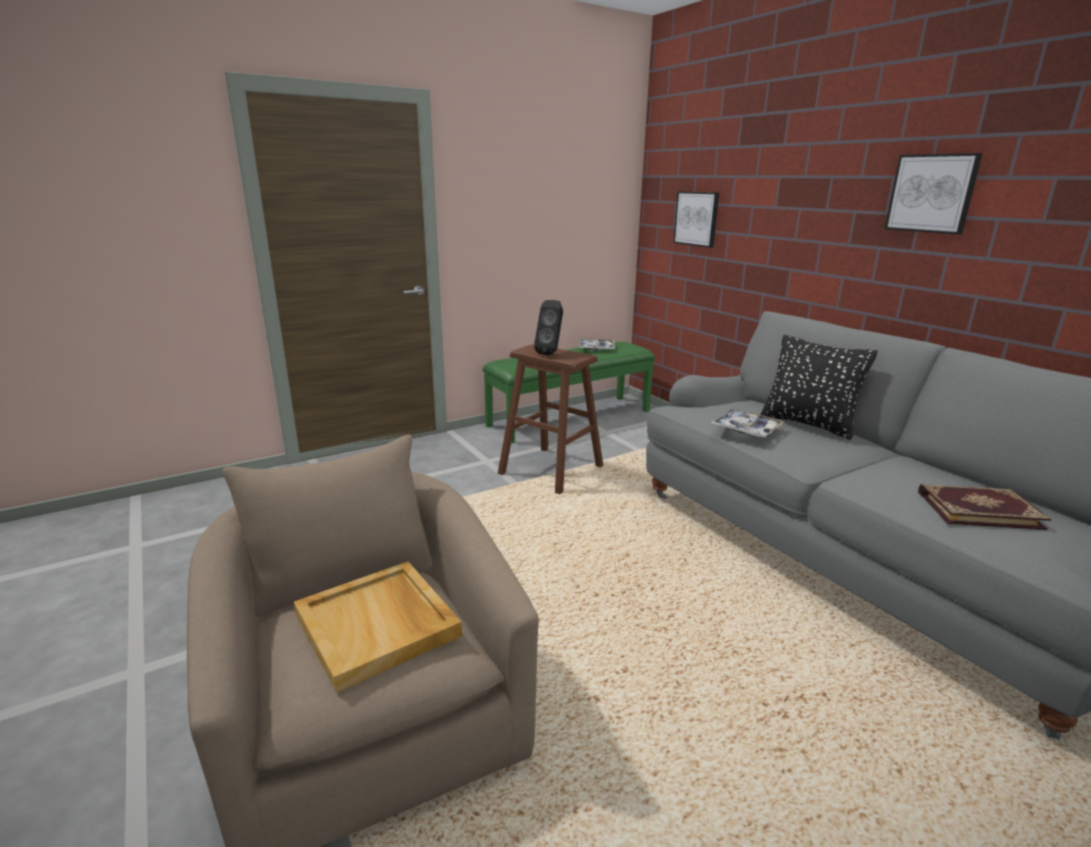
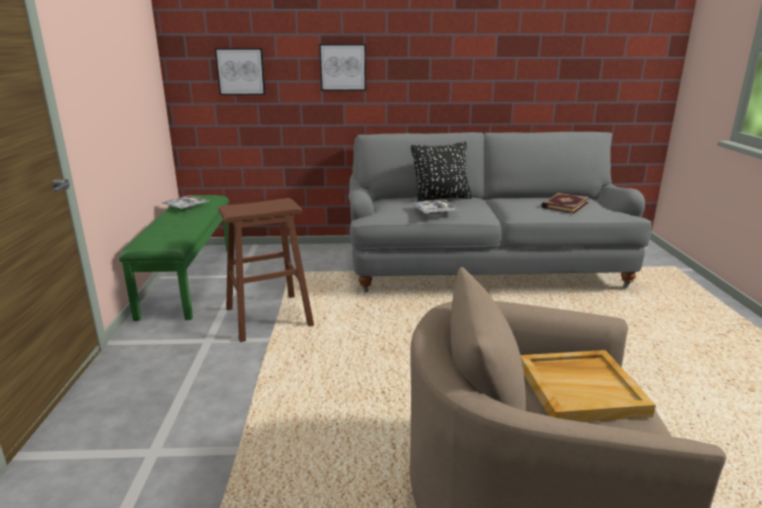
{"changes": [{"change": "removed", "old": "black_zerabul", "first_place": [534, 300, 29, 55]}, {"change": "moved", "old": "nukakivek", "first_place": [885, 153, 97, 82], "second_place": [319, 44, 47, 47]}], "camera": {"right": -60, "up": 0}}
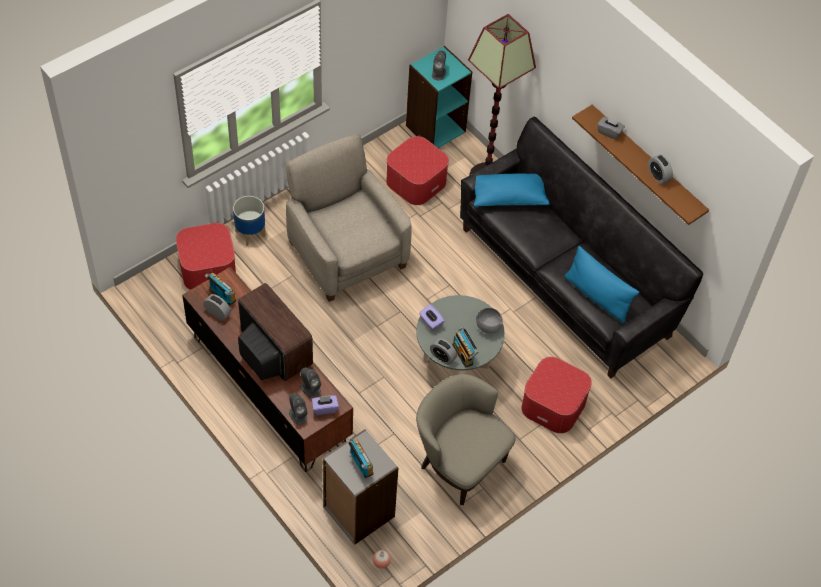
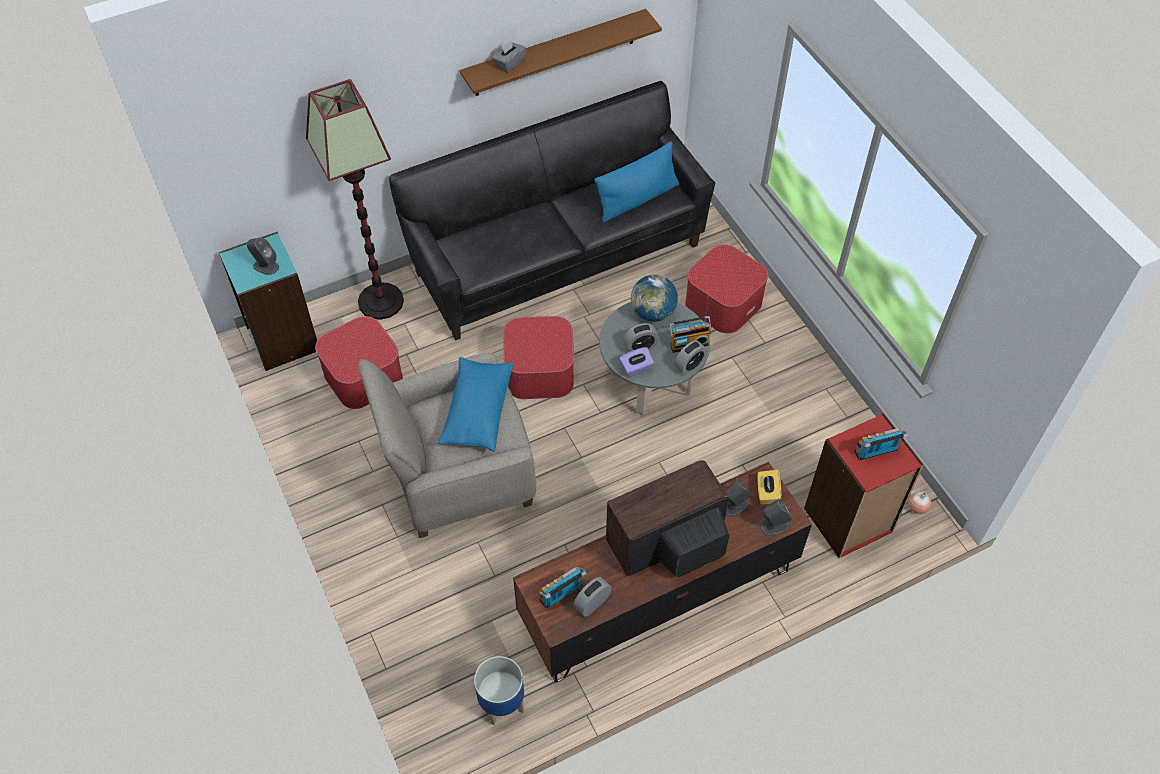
{"changes": [{"change": "removed", "old": "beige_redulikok", "first_place": [416, 374, 100, 131]}, {"change": "moved", "old": "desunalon", "first_place": [176, 223, 60, 67], "second_place": [503, 316, 71, 83]}, {"change": "moved", "old": "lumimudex", "first_place": [233, 196, 33, 50], "second_place": [474, 656, 50, 69]}, {"change": "moved", "old": "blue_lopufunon", "first_place": [471, 174, 78, 33], "second_place": [438, 357, 75, 95]}, {"change": "moved", "old": "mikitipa", "first_place": [648, 155, 25, 29], "second_place": [623, 323, 36, 29]}, {"change": "replaced", "old": "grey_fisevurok", "new": "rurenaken", "first_place": [476, 308, 27, 26], "second_place": [631, 275, 47, 47]}, {"change": "recoloured", "old": "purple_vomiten", "new": "yellow_vomiten", "first_place": [312, 395, 27, 20], "second_place": [757, 470, 24, 34]}, {"change": "recoloured", "old": "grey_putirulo", "new": "red_putirulo", "first_place": [322, 429, 77, 116], "second_place": [804, 413, 119, 145]}], "camera": {"right": -75, "up": 0}}
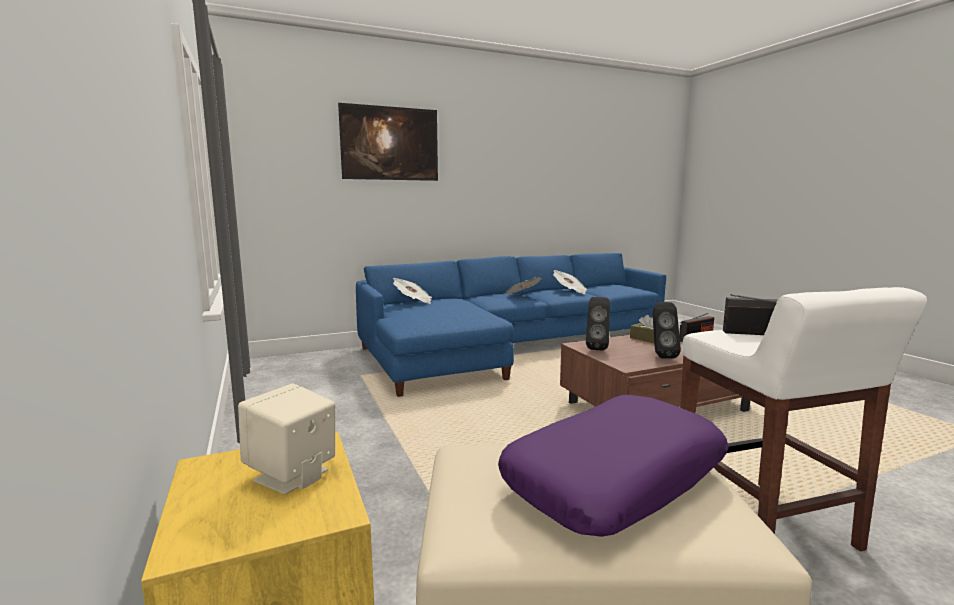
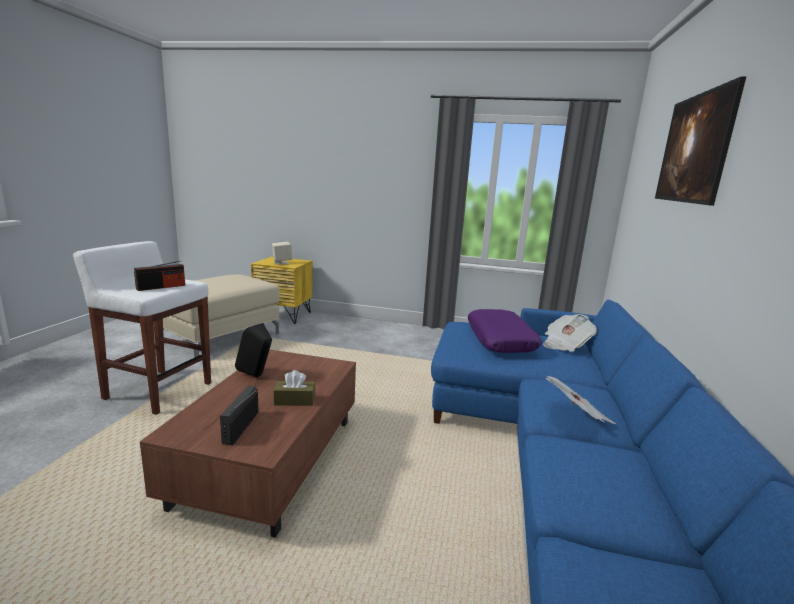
{"changes": [{"change": "removed", "old": "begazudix", "first_place": [553, 270, 34, 24]}, {"change": "removed", "old": "black_zerabul", "first_place": [586, 297, 24, 53]}, {"change": "moved", "old": "purple_lopufunon", "first_place": [498, 395, 230, 142], "second_place": [468, 309, 74, 44]}], "camera": {"right": 125, "up": 5}}
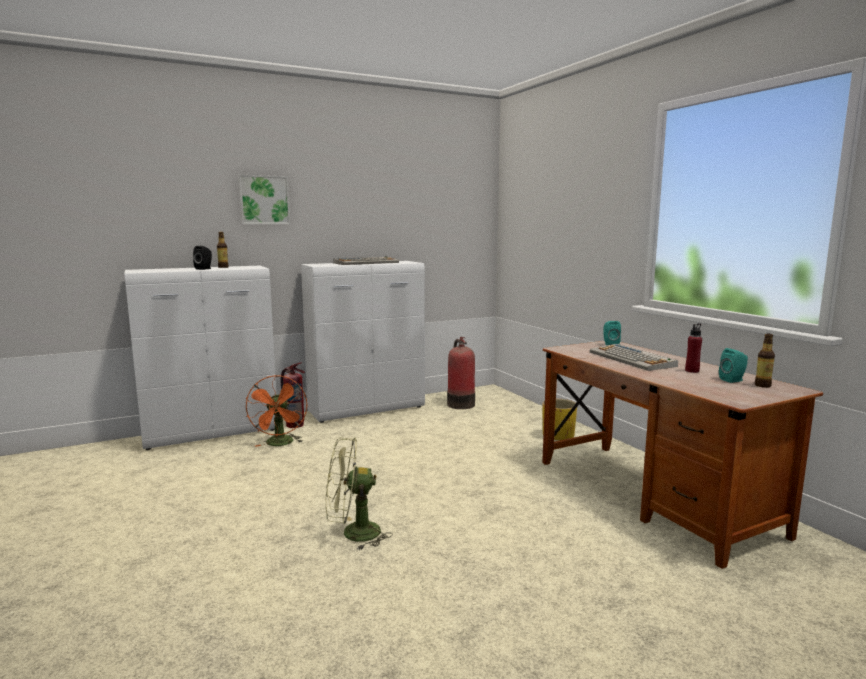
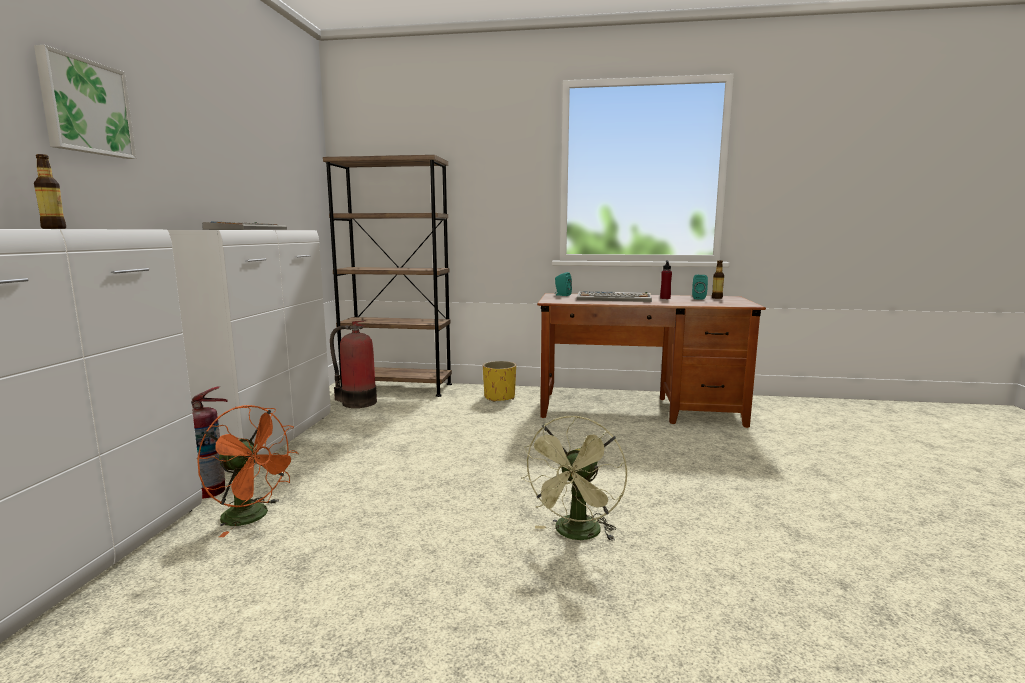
{"changes": [{"change": "removed", "old": "black_zerabul", "first_place": [193, 246, 19, 24]}, {"change": "added", "new": "brown_putirulo", "second_place": [323, 155, 129, 242]}], "camera": {"right": -55, "up": 0}}
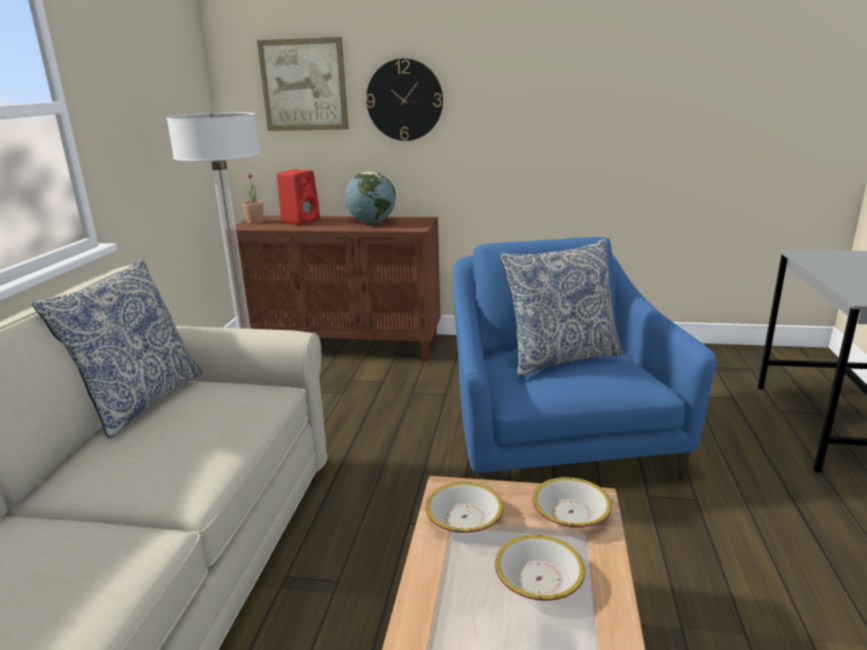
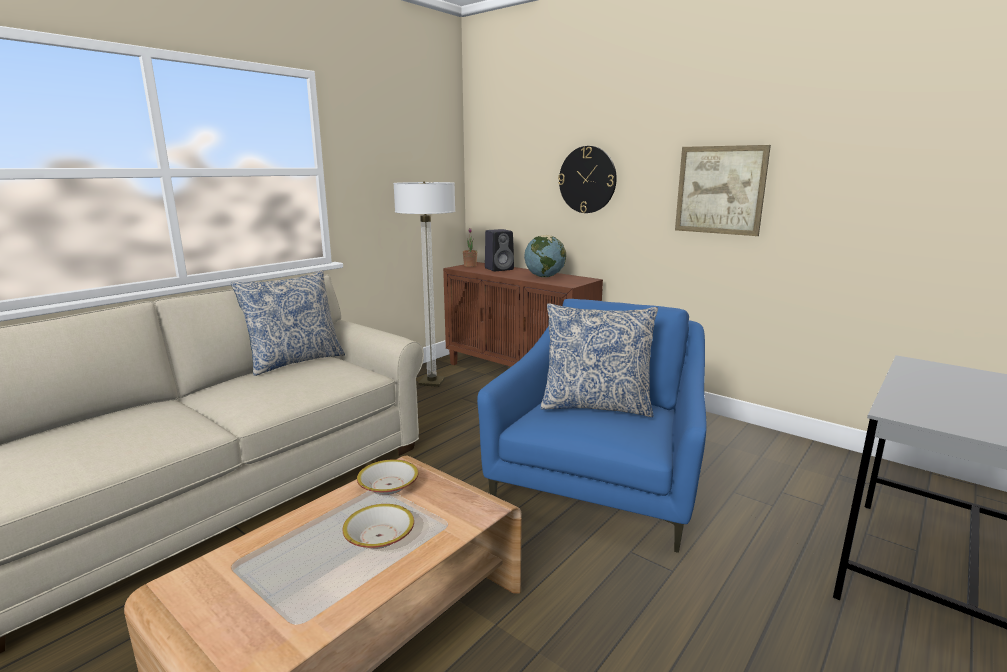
{"changes": [{"change": "removed", "old": "fisevurok", "first_place": [533, 477, 79, 51]}, {"change": "moved", "old": "nukakivek", "first_place": [257, 37, 92, 94], "second_place": [675, 145, 96, 91]}, {"change": "recoloured", "old": "red_zerabul", "new": "black_zerabul", "first_place": [277, 169, 43, 56], "second_place": [485, 229, 29, 42]}], "camera": {"right": 30, "up": -5}}
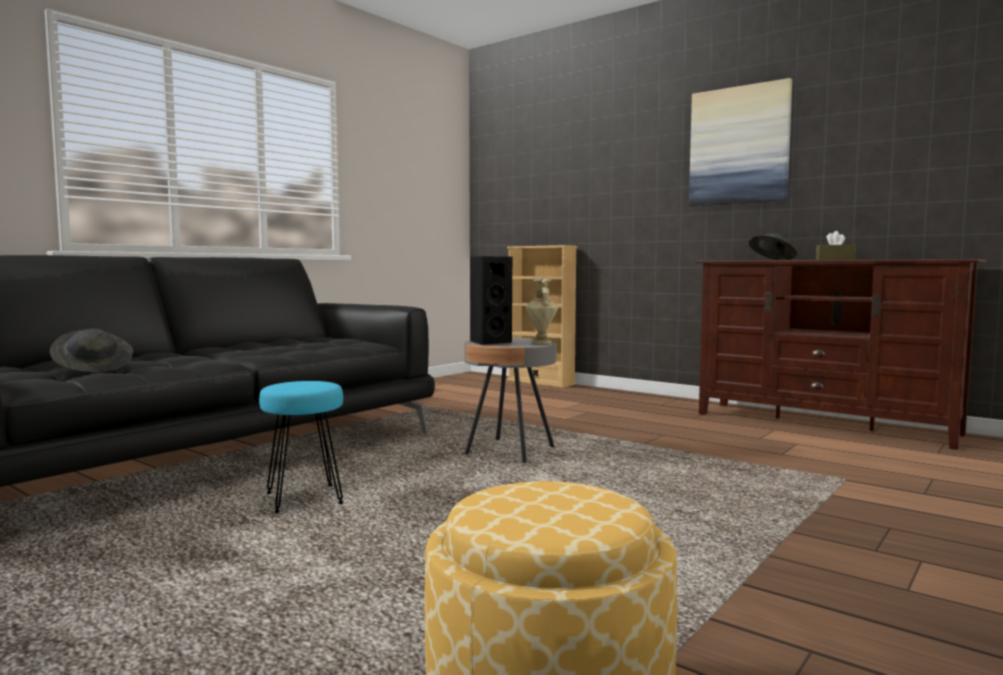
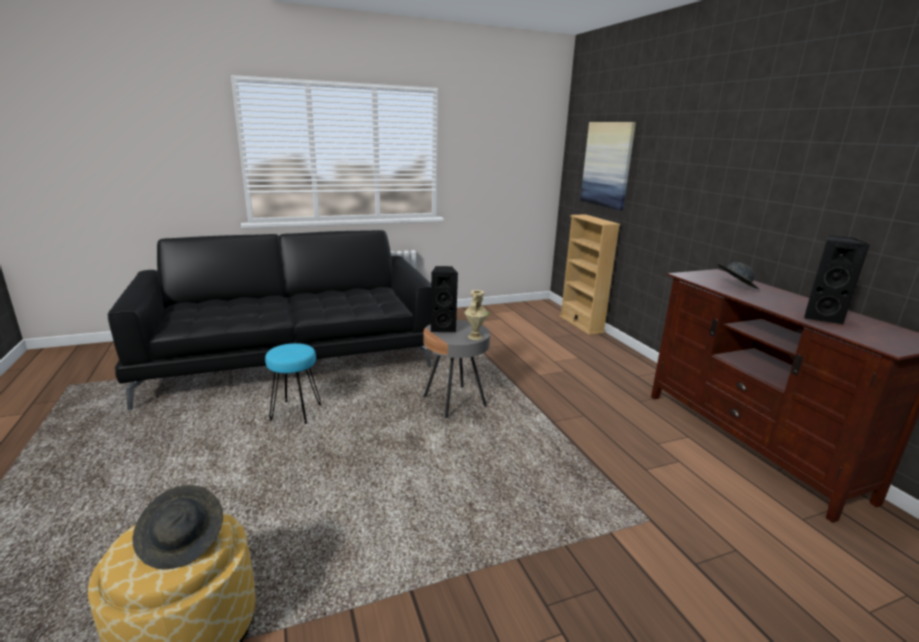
{"changes": [{"change": "removed", "old": "brown_vomiten", "first_place": [816, 231, 40, 29]}, {"change": "added", "new": "black_zerabul", "second_place": [804, 236, 66, 89]}, {"change": "moved", "old": "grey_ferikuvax", "first_place": [50, 328, 83, 44], "second_place": [133, 485, 90, 84]}, {"change": "moved", "old": "nukakivek", "first_place": [689, 78, 103, 129], "second_place": [580, 122, 56, 88]}], "camera": {"right": 30, "up": 15}}
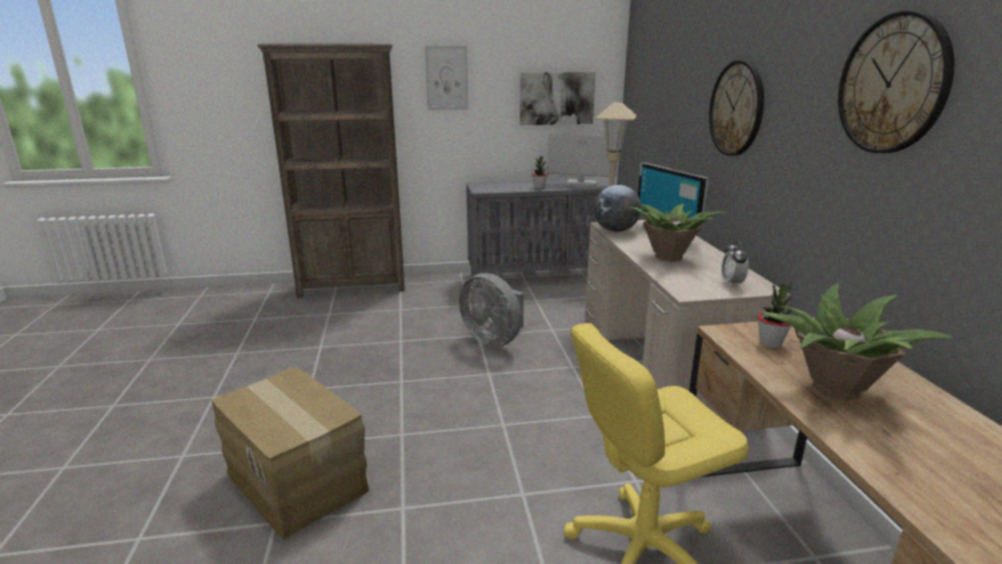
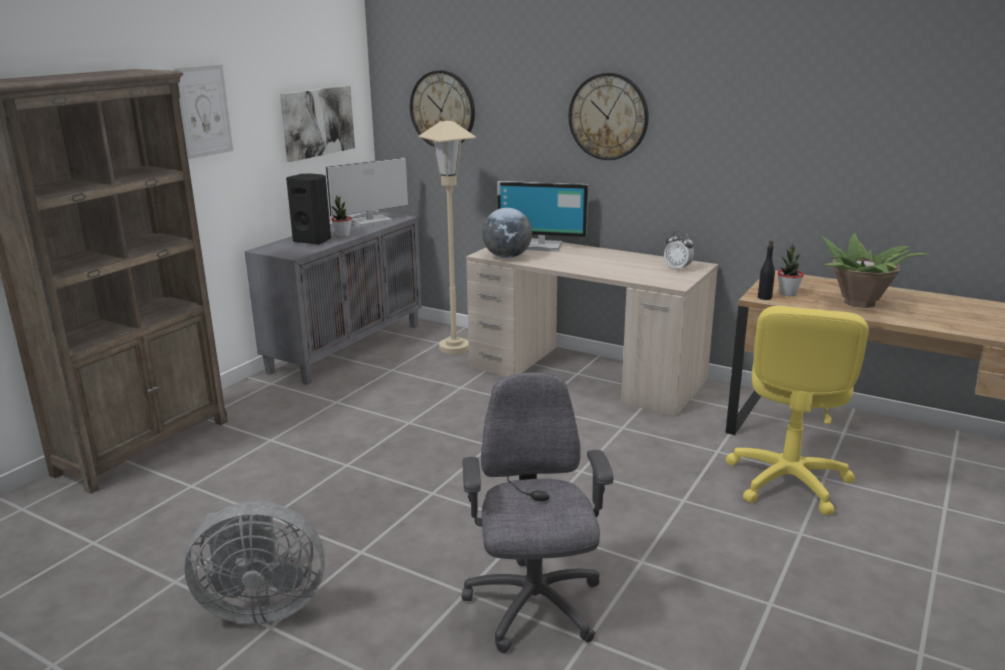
{"changes": [{"change": "removed", "old": "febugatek", "first_place": [625, 204, 102, 58]}, {"change": "added", "new": "black_zerabul", "second_place": [286, 174, 45, 71]}, {"change": "added", "new": "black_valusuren", "second_place": [758, 240, 17, 60]}, {"change": "moved", "old": "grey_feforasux", "first_place": [459, 273, 65, 74], "second_place": [184, 502, 141, 123]}, {"change": "moved", "old": "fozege", "first_place": [838, 11, 117, 142], "second_place": [410, 70, 65, 77]}, {"change": "replaced", "old": "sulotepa", "new": "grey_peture", "first_place": [211, 367, 158, 173], "second_place": [461, 372, 153, 281]}], "camera": {"right": -50, "up": 0}}
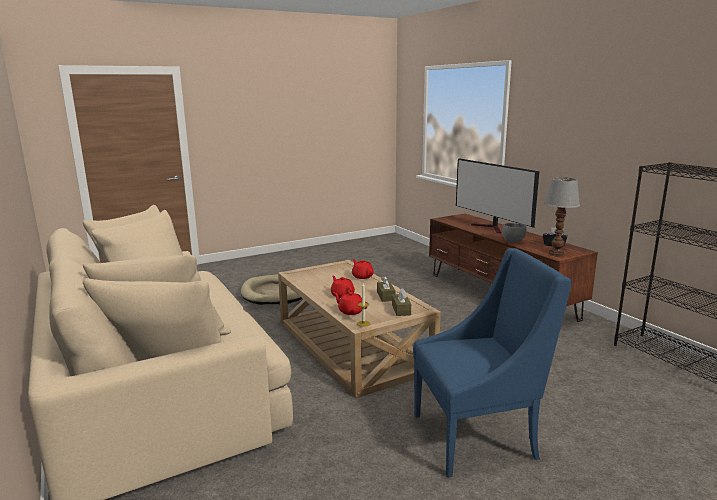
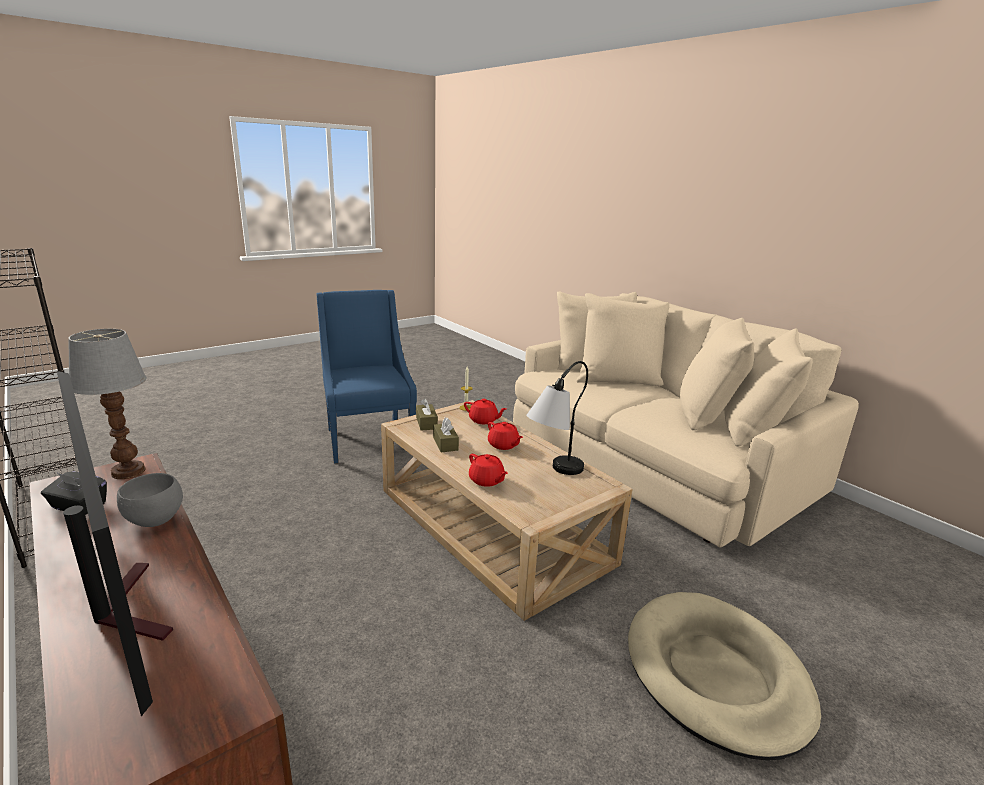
{"changes": [{"change": "added", "new": "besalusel", "second_place": [526, 361, 62, 114]}, {"change": "turned", "old": "blue_redulikok", "first_place": [413, 248, 159, 230], "second_place": [316, 290, 101, 173], "degrees": 90}], "camera": {"right": 170, "up": 5}}
